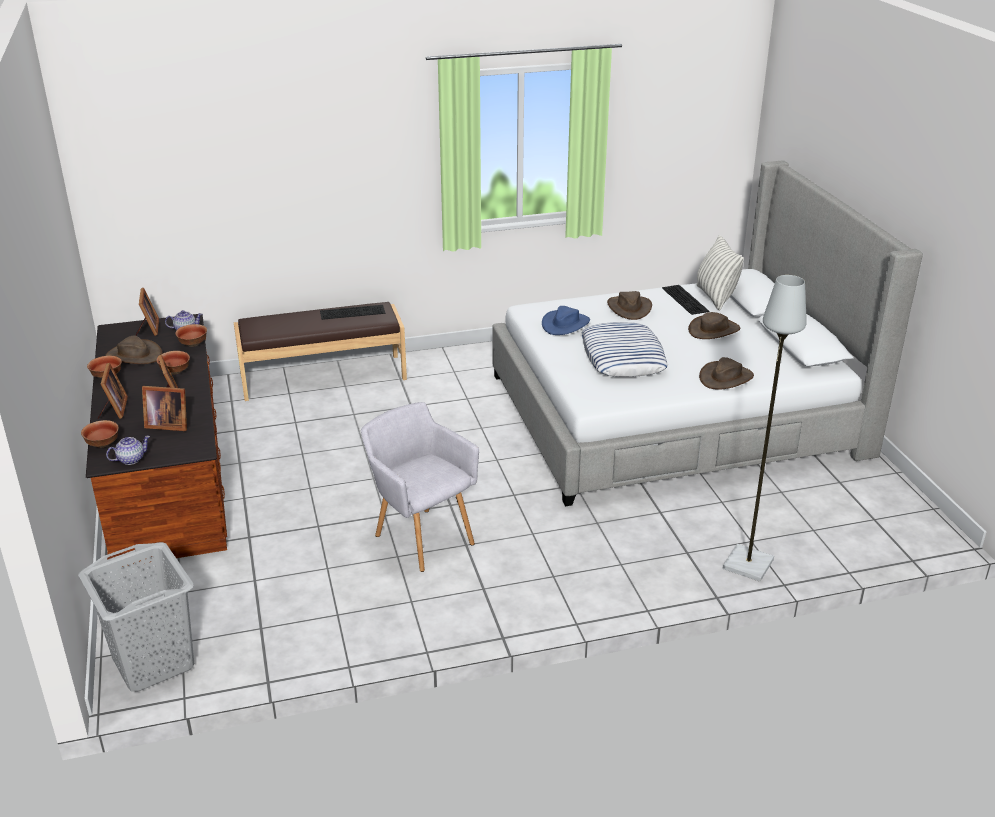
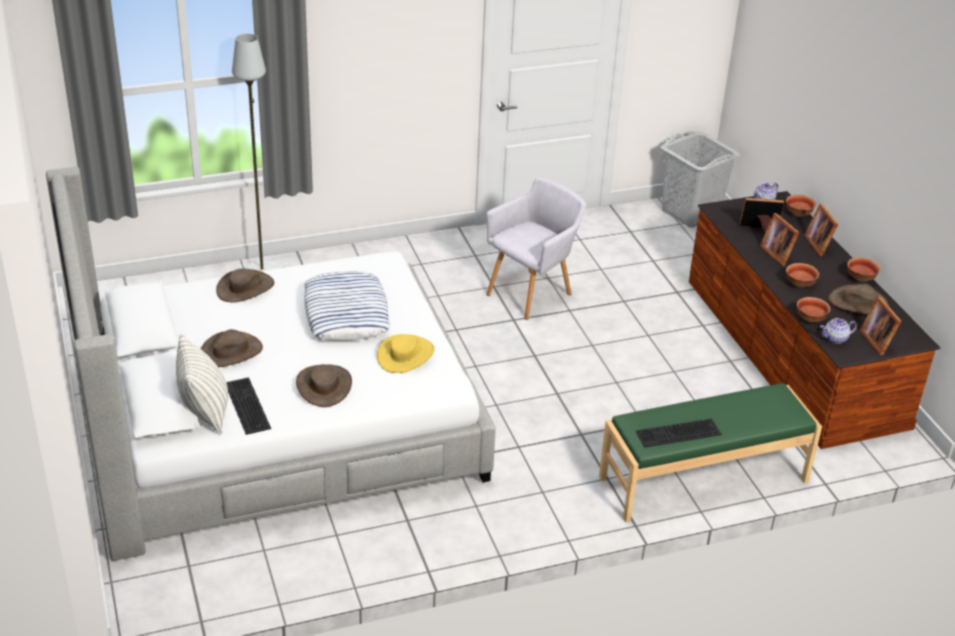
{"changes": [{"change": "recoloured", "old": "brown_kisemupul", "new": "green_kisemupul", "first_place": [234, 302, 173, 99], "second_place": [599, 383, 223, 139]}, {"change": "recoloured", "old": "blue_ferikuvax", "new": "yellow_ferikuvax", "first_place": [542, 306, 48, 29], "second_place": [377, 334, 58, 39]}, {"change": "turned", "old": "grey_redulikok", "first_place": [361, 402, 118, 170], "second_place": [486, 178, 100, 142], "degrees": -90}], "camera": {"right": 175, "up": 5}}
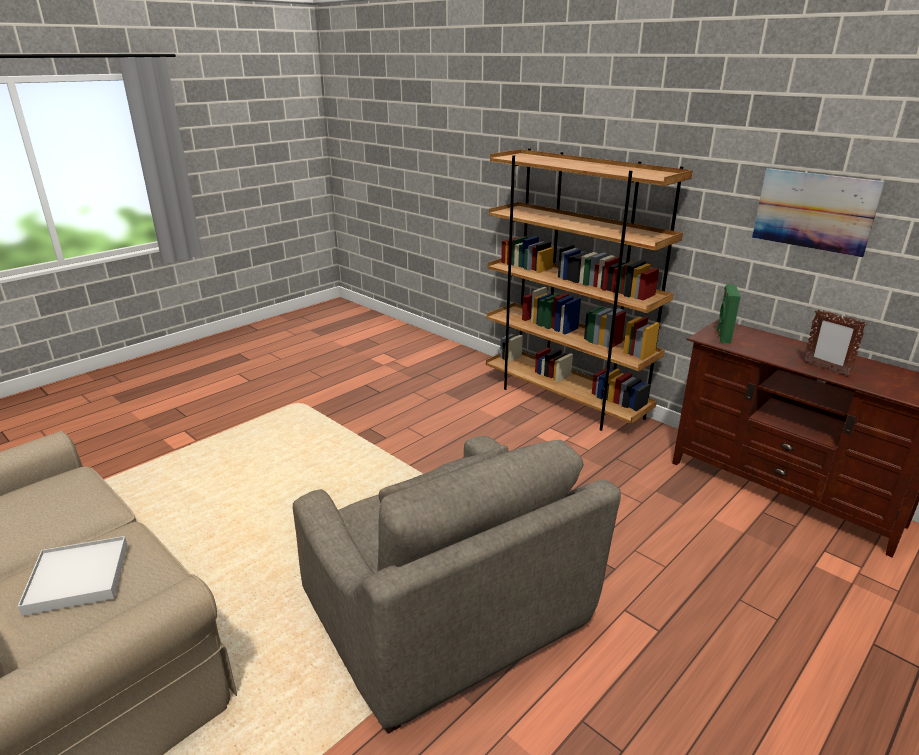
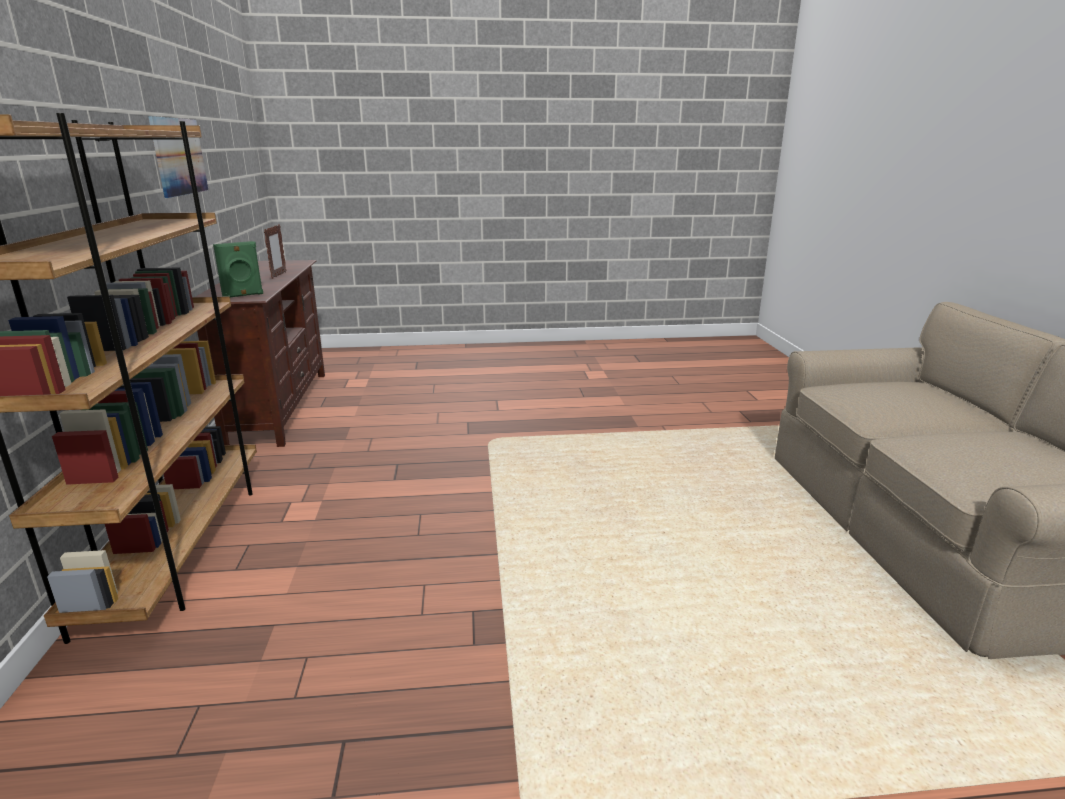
{"changes": [{"change": "removed", "old": "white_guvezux", "first_place": [18, 536, 109, 80]}, {"change": "removed", "old": "grey_redulikok", "first_place": [293, 436, 328, 298]}], "camera": {"right": -140, "up": -5}}
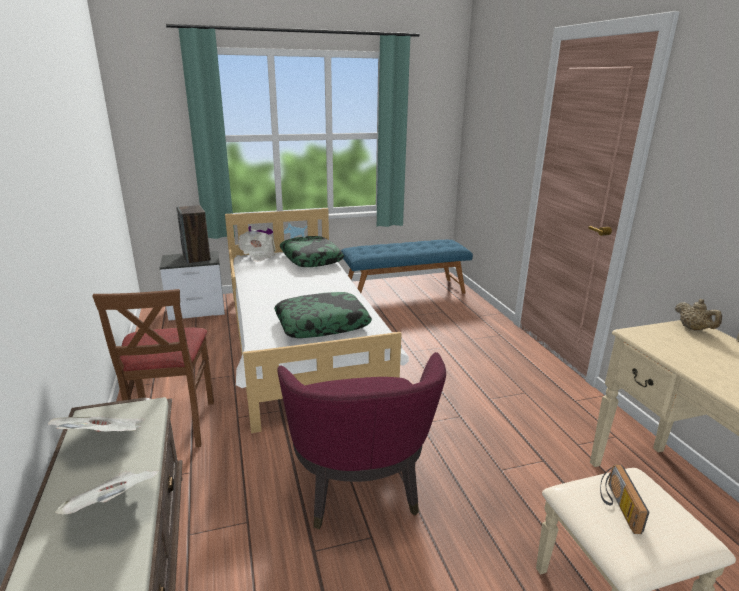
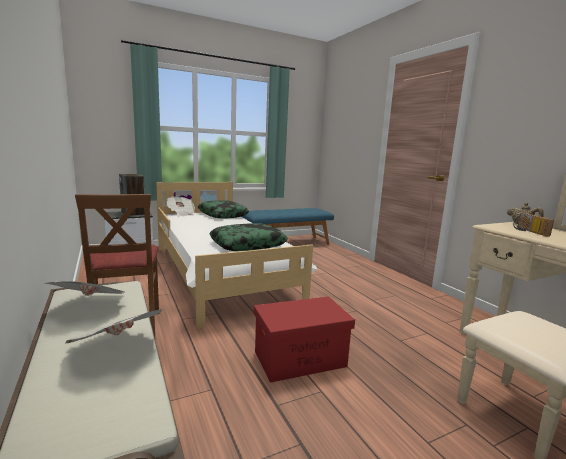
{"changes": [{"change": "moved", "old": "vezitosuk", "first_place": [600, 465, 49, 69], "second_place": [513, 213, 41, 24]}, {"change": "replaced", "old": "purple_redulikok", "new": "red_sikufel", "first_place": [277, 352, 169, 177], "second_place": [254, 296, 101, 87]}], "camera": {"right": -10, "up": -10}}
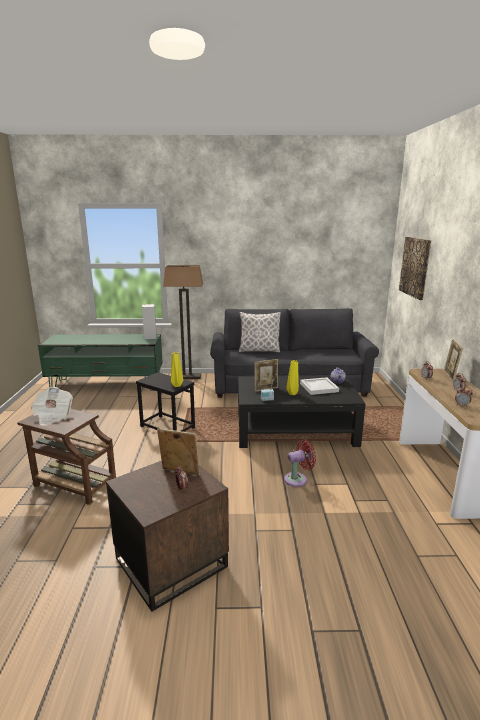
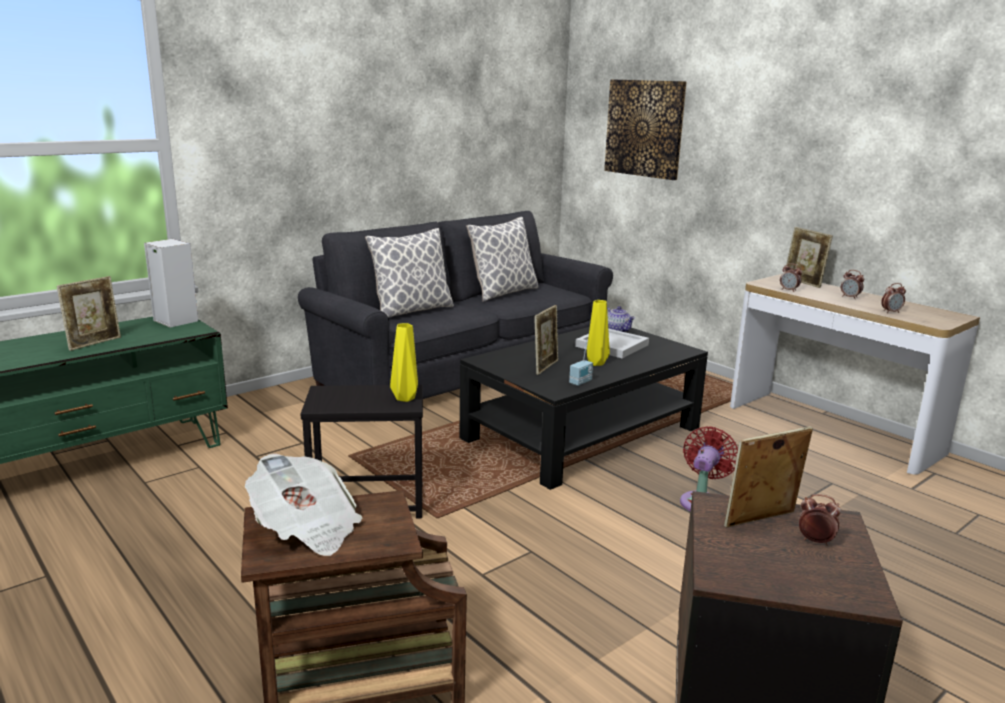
{"changes": [{"change": "removed", "old": "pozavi", "first_place": [163, 265, 40, 114]}, {"change": "added", "new": "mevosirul", "second_place": [57, 276, 64, 75]}, {"change": "added", "new": "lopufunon", "second_place": [466, 217, 72, 85]}], "camera": {"right": -40, "up": 0}}
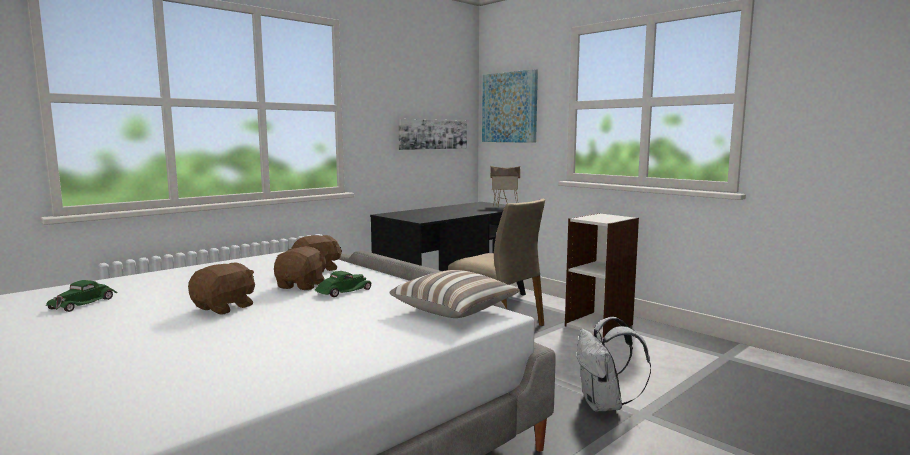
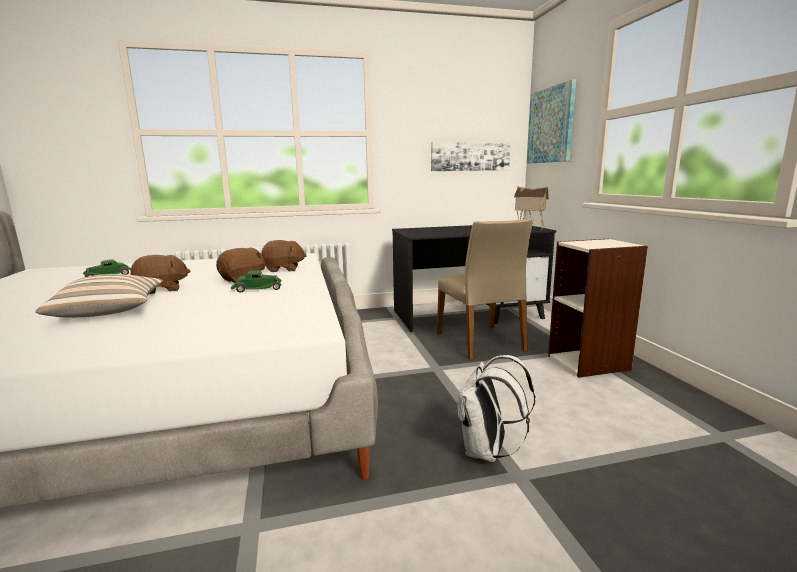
{"changes": [{"change": "moved", "old": "lopufunon", "first_place": [389, 270, 131, 48], "second_place": [36, 274, 127, 44]}], "camera": {"right": 30, "up": 5}}
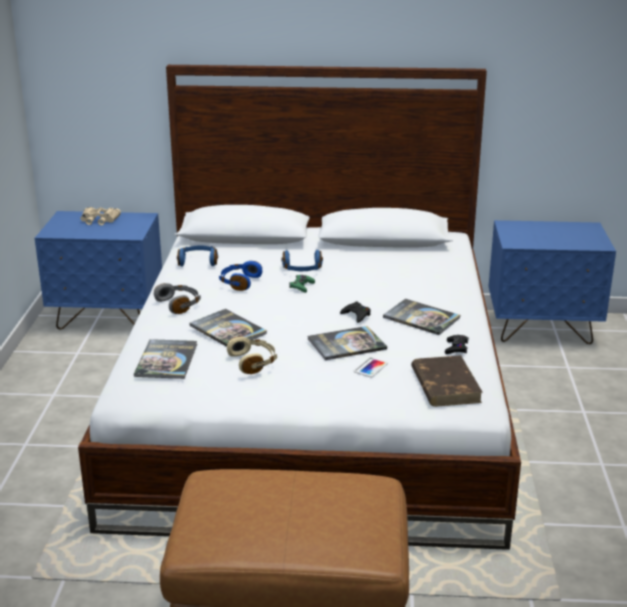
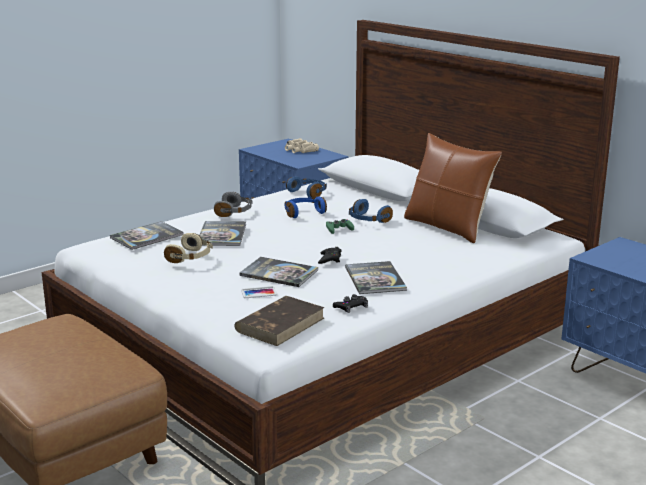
{"changes": [{"change": "added", "new": "brown_lopufunon", "second_place": [404, 133, 98, 110]}], "camera": {"right": 45, "up": -5}}
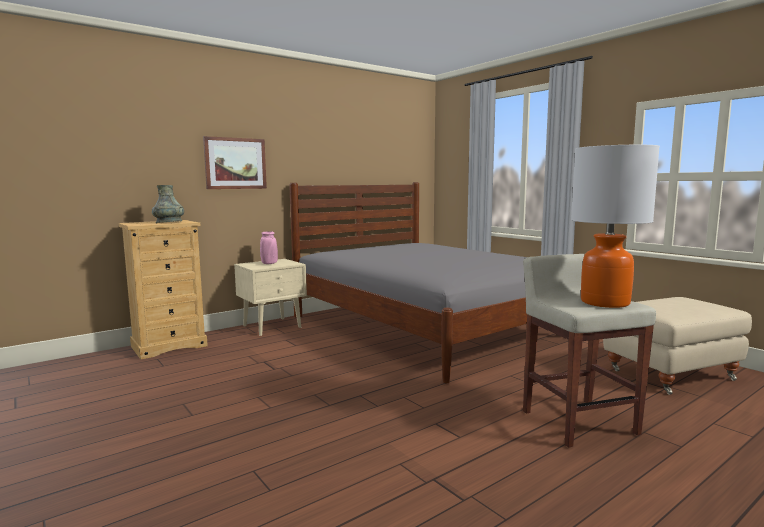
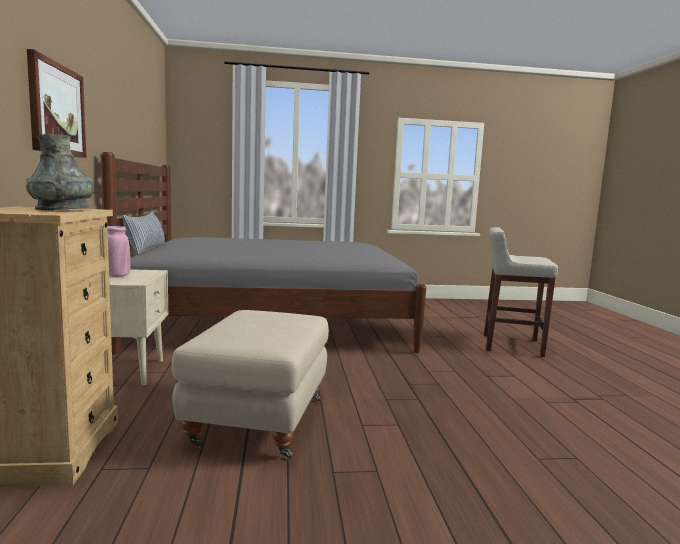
{"changes": [{"change": "removed", "old": "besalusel", "first_place": [571, 145, 89, 163]}, {"change": "added", "new": "lopufunon", "second_place": [122, 211, 43, 44]}, {"change": "moved", "old": "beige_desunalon", "first_place": [603, 297, 149, 98], "second_place": [172, 310, 157, 150]}], "camera": {"right": -60, "up": 0}}
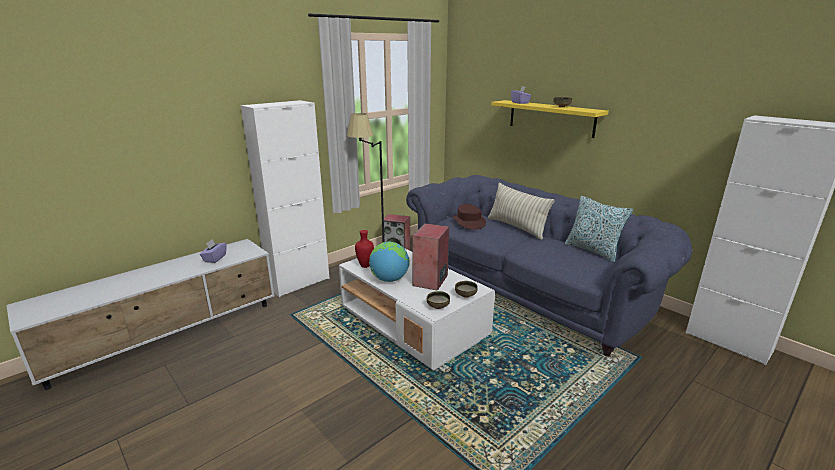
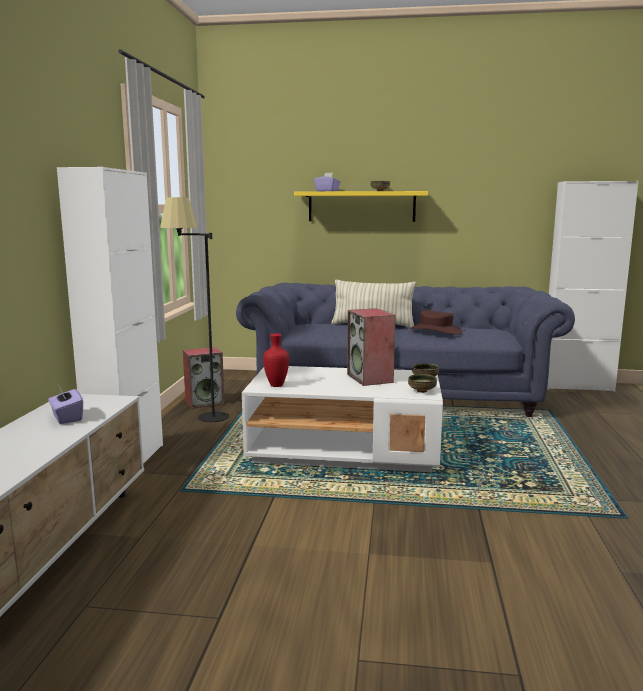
{"changes": [{"change": "removed", "old": "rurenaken", "first_place": [369, 242, 41, 40]}, {"change": "removed", "old": "lopufunon", "first_place": [565, 196, 68, 67]}, {"change": "moved", "old": "brown_ferikuvax", "first_place": [452, 204, 34, 26], "second_place": [410, 310, 53, 25]}], "camera": {"right": -40, "up": -10}}
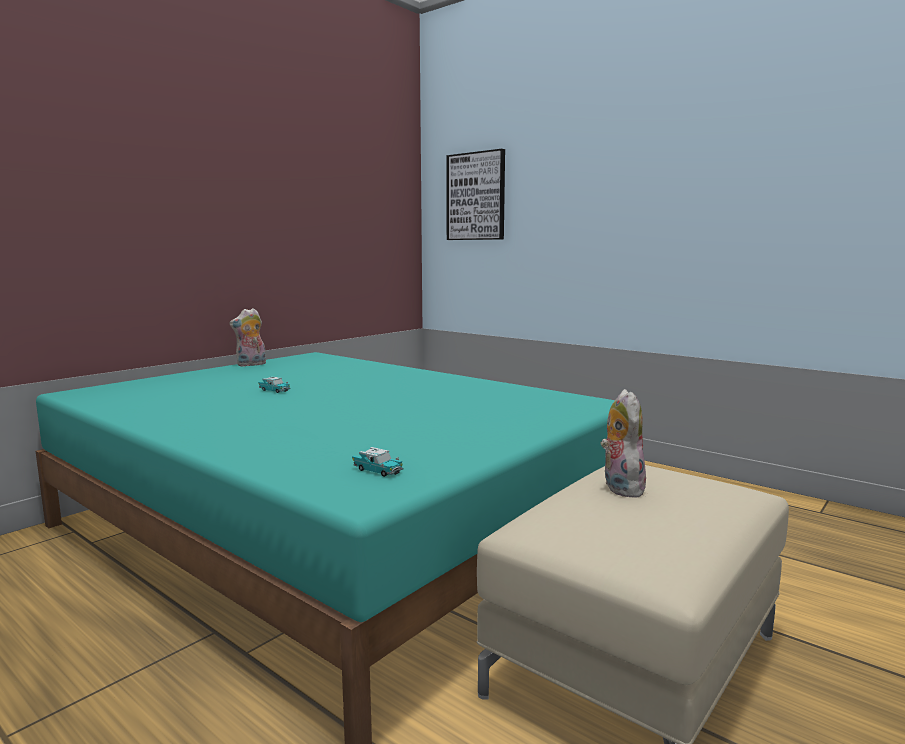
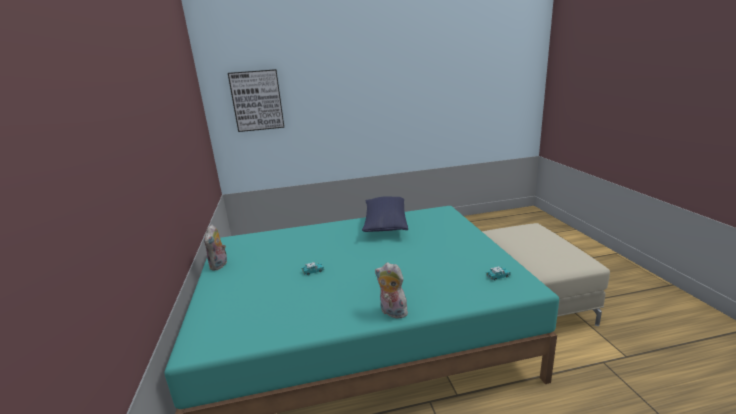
{"changes": [{"change": "added", "new": "blue_lopufunon", "second_place": [362, 196, 46, 36]}, {"change": "moved", "old": "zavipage", "first_place": [600, 389, 46, 109], "second_place": [375, 262, 33, 57]}], "camera": {"right": -50, "up": 10}}
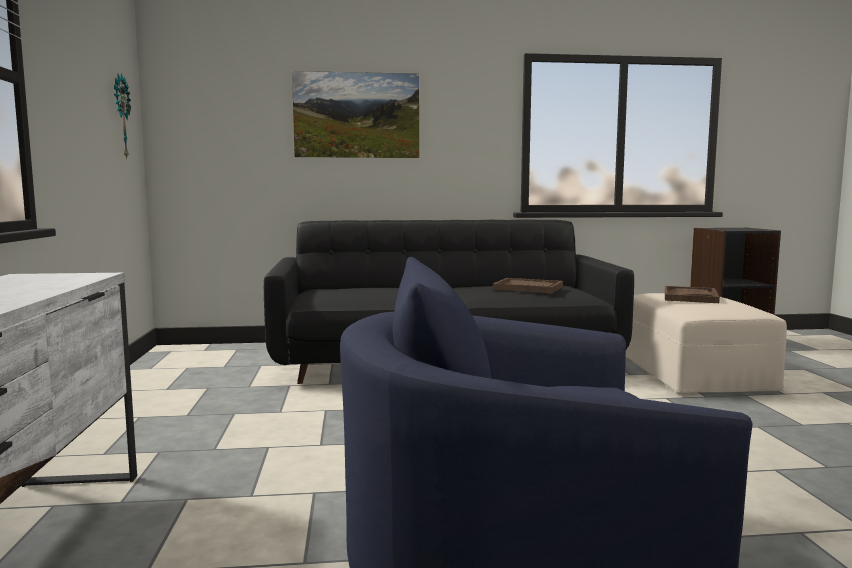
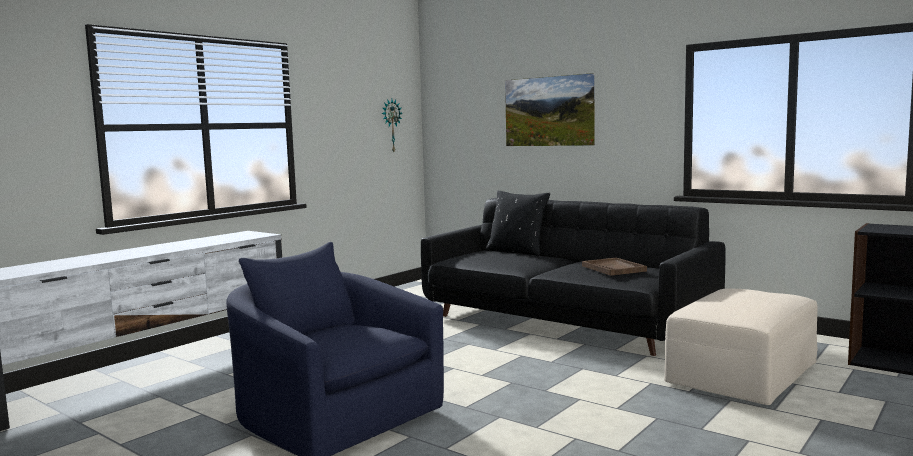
{"changes": [{"change": "removed", "old": "brown_guvezux", "first_place": [665, 286, 55, 17]}, {"change": "added", "new": "black_lopufunon", "second_place": [486, 191, 64, 65]}], "camera": {"right": 45, "up": 0}}
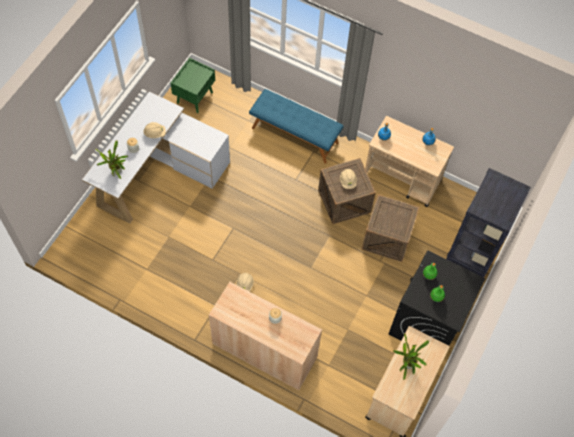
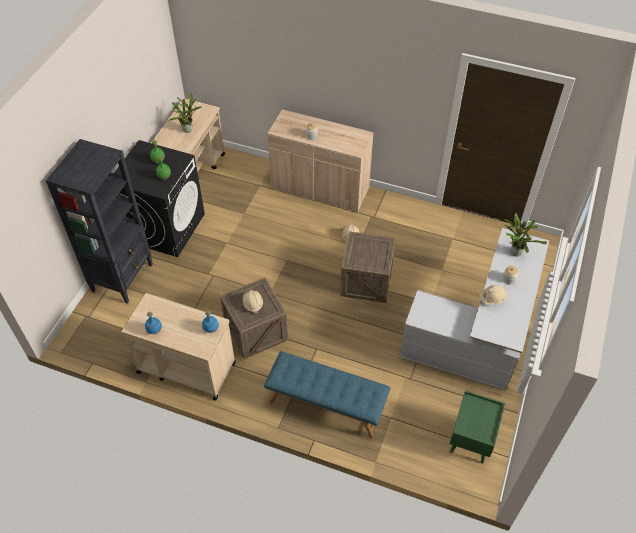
{"changes": [{"change": "moved", "old": "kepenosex", "first_place": [362, 194, 57, 68], "second_place": [340, 232, 56, 71]}], "camera": {"right": 175, "up": -10}}
